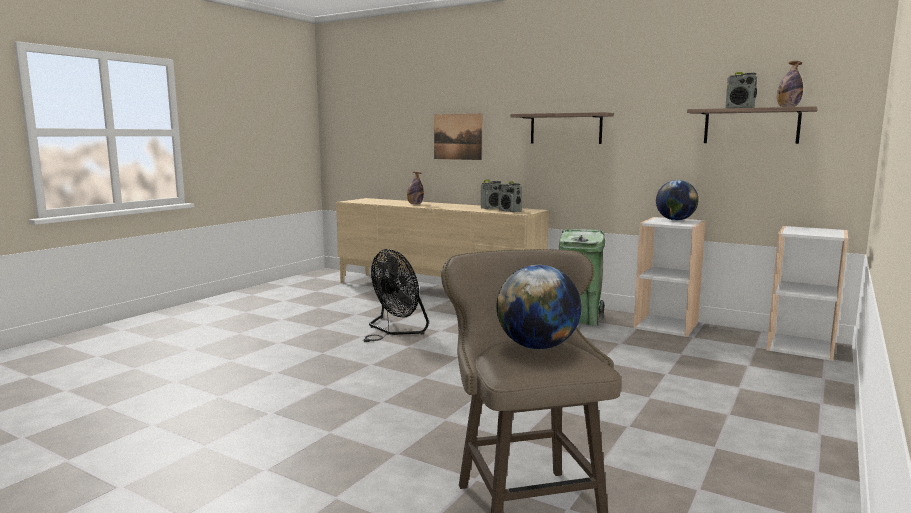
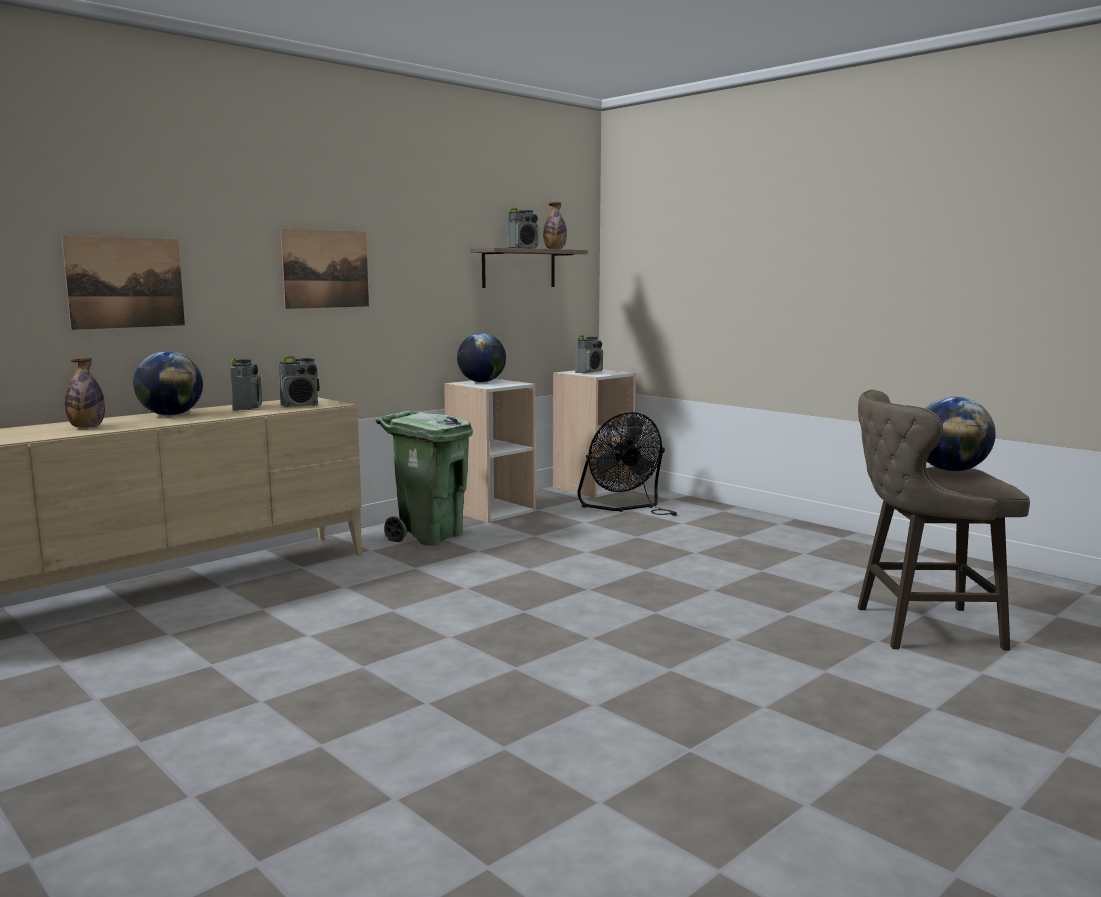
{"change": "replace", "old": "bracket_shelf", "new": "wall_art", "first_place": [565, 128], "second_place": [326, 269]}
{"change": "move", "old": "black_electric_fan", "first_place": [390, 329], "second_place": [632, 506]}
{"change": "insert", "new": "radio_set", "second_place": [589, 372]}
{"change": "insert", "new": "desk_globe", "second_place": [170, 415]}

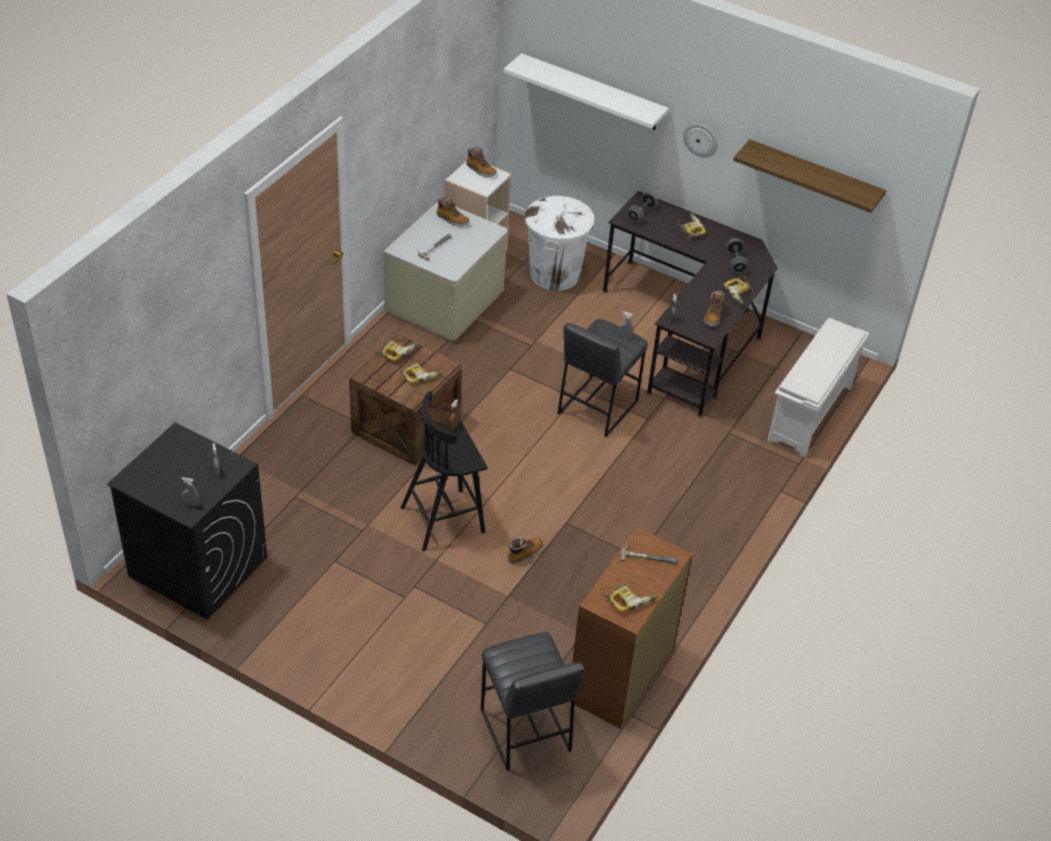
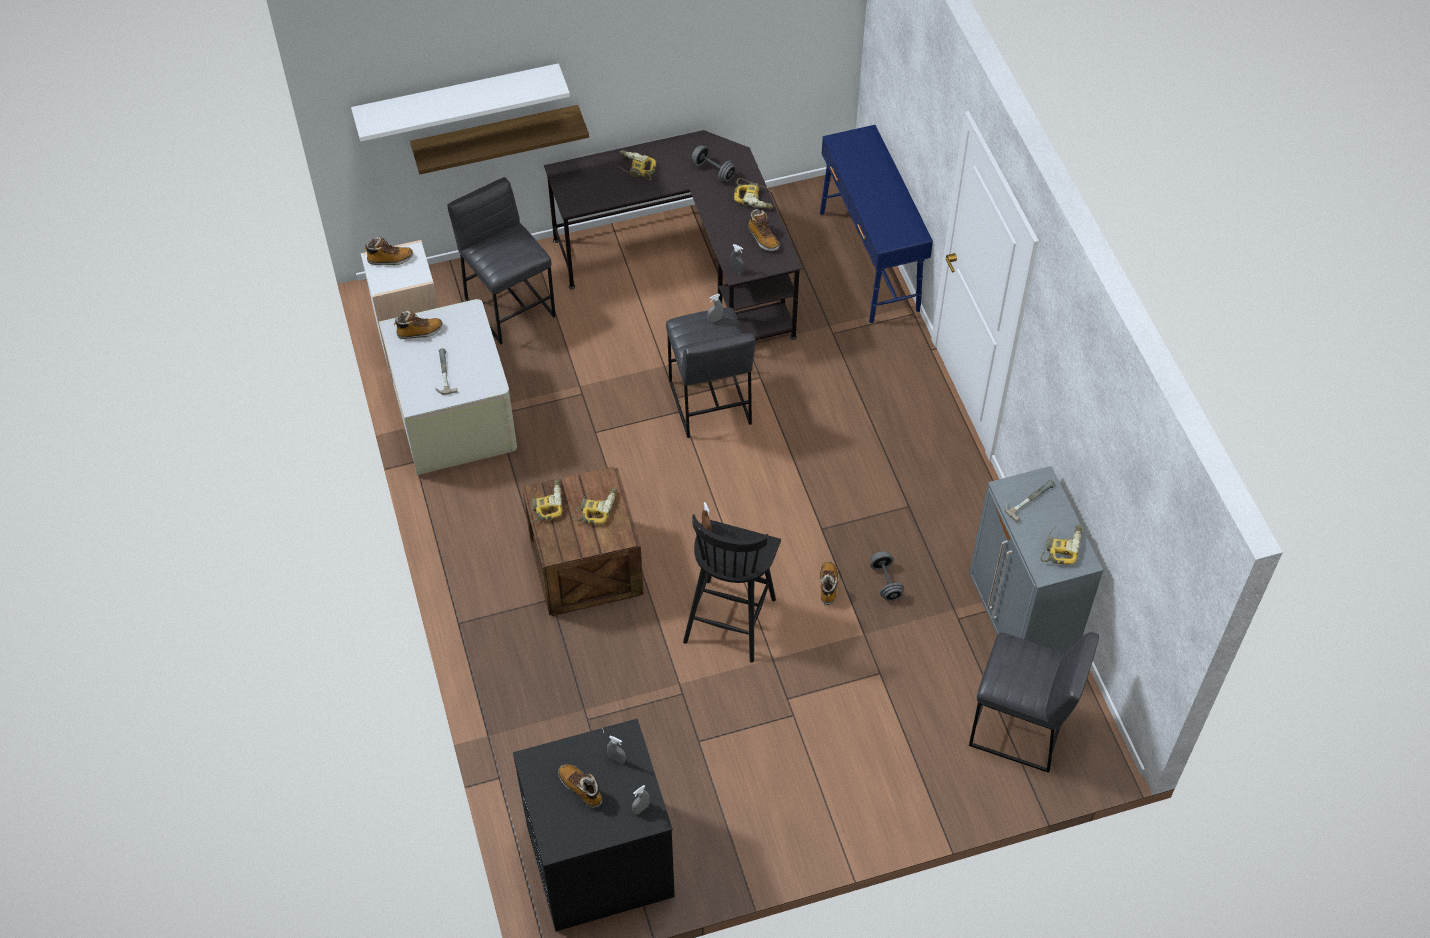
{"change": "delete", "old": "hanging_clock", "first_place": [701, 139]}
{"change": "move", "old": "bracket_shelf", "first_place": [814, 177], "second_place": [496, 135]}
{"change": "move", "old": "grey_hand_weight", "first_place": [641, 214], "second_place": [886, 582]}
{"change": "replace", "old": "white_waste_bin", "new": "grey_stool_seat", "first_place": [555, 274], "second_place": [509, 306]}
{"change": "replace", "old": "white_shoe_stand", "new": "bluish_hall_table", "first_place": [810, 414], "second_place": [868, 261]}
{"change": "recolor", "old": "brown-coloured_cupboard", "new": "grey_cupboard", "first_place": [620, 675], "second_place": [1021, 615]}
{"change": "insert", "new": "tall_boot", "second_place": [581, 788]}

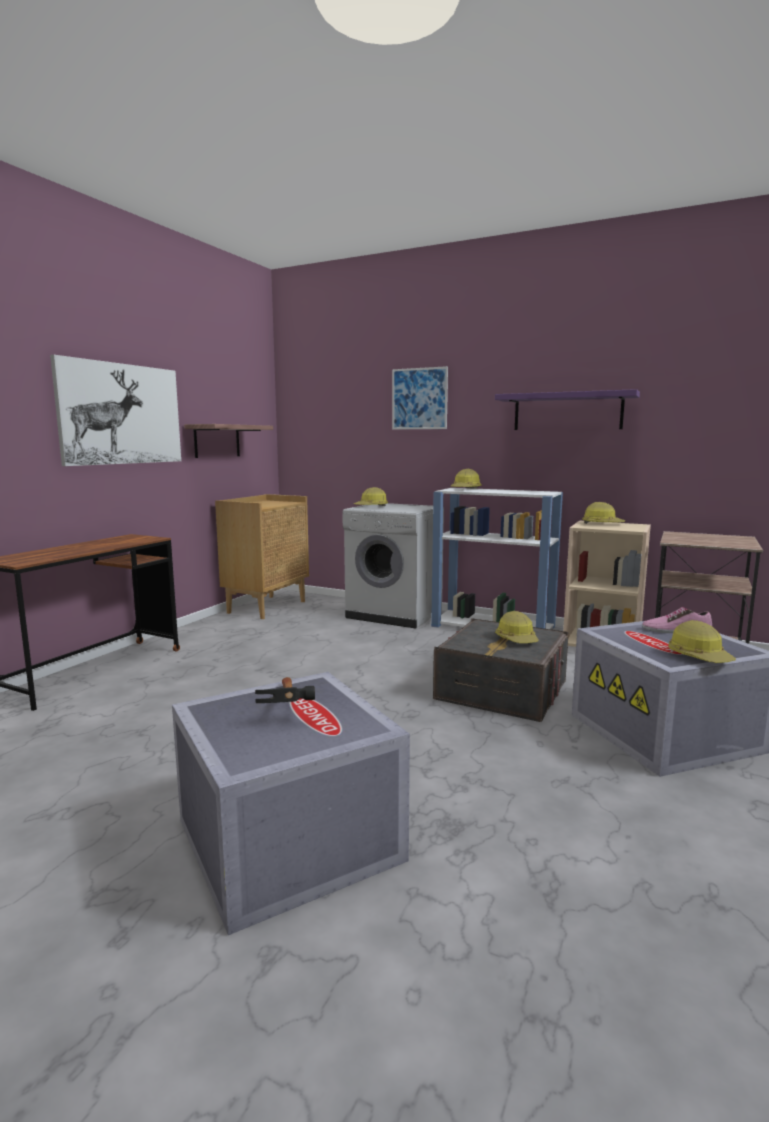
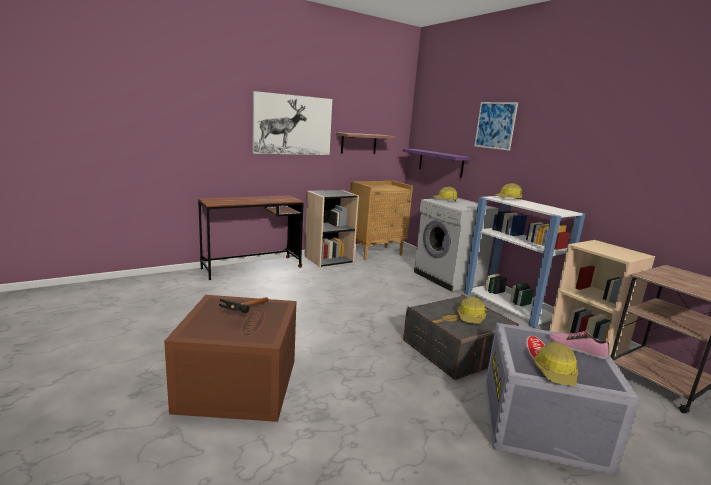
{"change": "move", "old": "purple-coloured_bracket_shelf", "first_place": [567, 412], "second_place": [440, 162]}
{"change": "delete", "old": "hard_hat", "first_place": [602, 524]}
{"change": "recolor", "old": "grey_storage_bin", "new": "brown-coloured_storage_bin", "first_place": [285, 839], "second_place": [237, 383]}
{"change": "insert", "new": "black_bookcase", "second_place": [329, 259]}

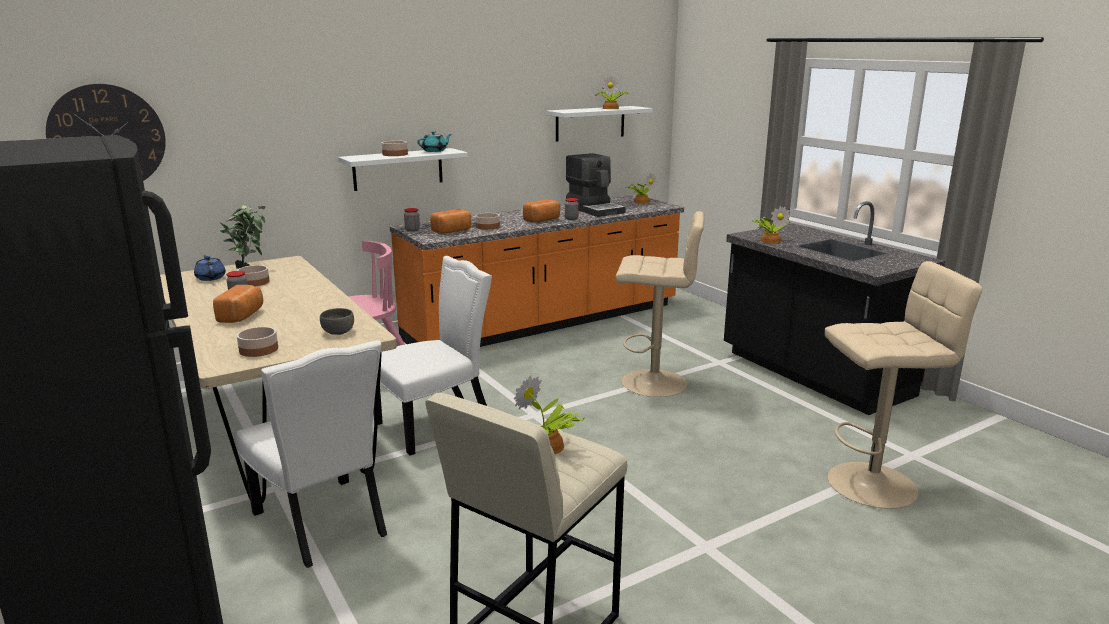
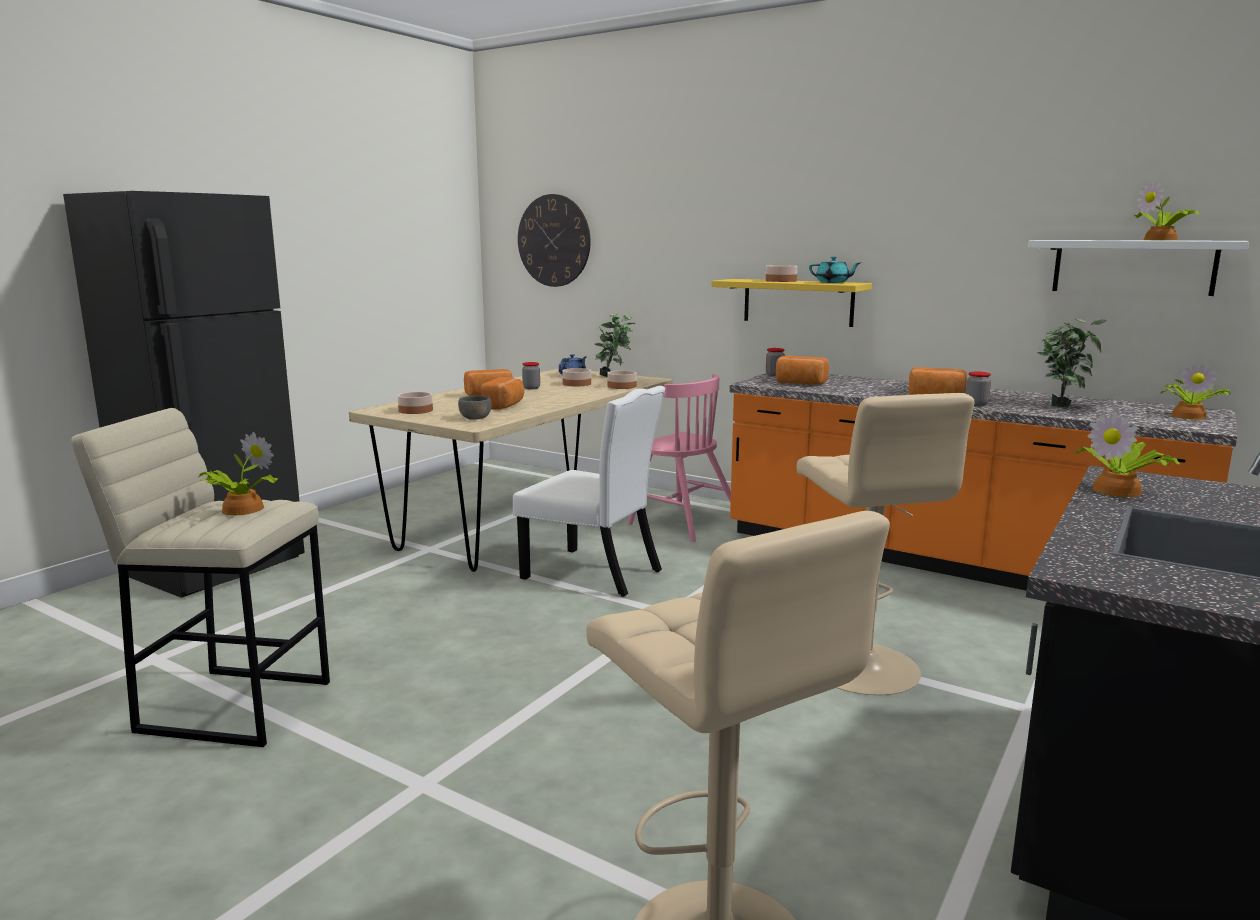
{"change": "recolor", "old": "white_bracket_shelf", "new": "yellow-coloured_bracket_shelf", "first_place": [398, 169], "second_place": [798, 302]}
{"change": "replace", "old": "coffee_maker", "new": "houseplant", "first_place": [595, 209], "second_place": [1062, 406]}
{"change": "move", "old": "serving_bowl", "first_place": [487, 226], "second_place": [621, 386]}
{"change": "delete", "old": "white_chair", "first_place": [321, 521]}
{"change": "insert", "new": "bakery_bread", "second_place": [504, 406]}

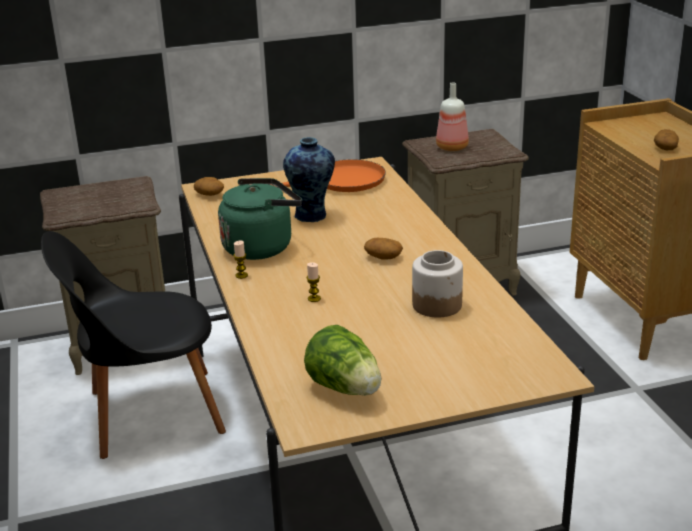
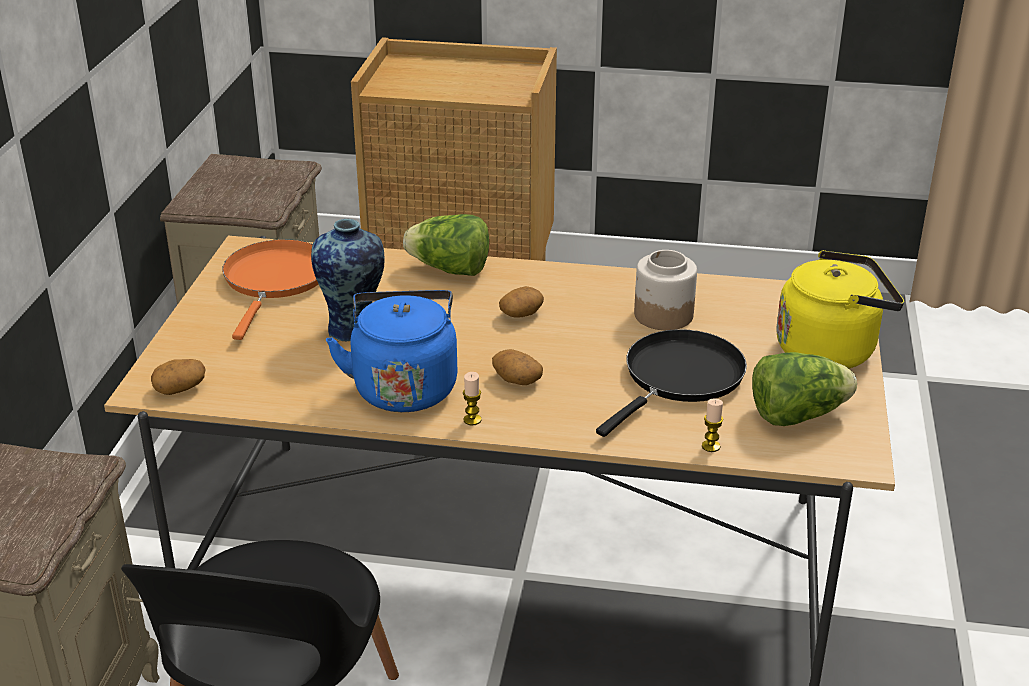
{"change": "delete", "old": "bottle", "first_place": [452, 147]}
{"change": "move", "old": "spud", "first_place": [665, 148], "second_place": [516, 379]}
{"change": "recolor", "old": "greenish_kettle", "new": "bluish_kettle", "first_place": [261, 247], "second_place": [404, 386]}
{"change": "move", "old": "wax_candle", "first_place": [314, 298], "second_place": [710, 446]}
{"change": "insert", "new": "head_of_lettuce", "second_place": [450, 270]}
{"change": "insert", "new": "yellow-coloured_kettle", "second_place": [831, 350]}
{"change": "insert", "new": "black_frying_pan", "second_place": [679, 378]}

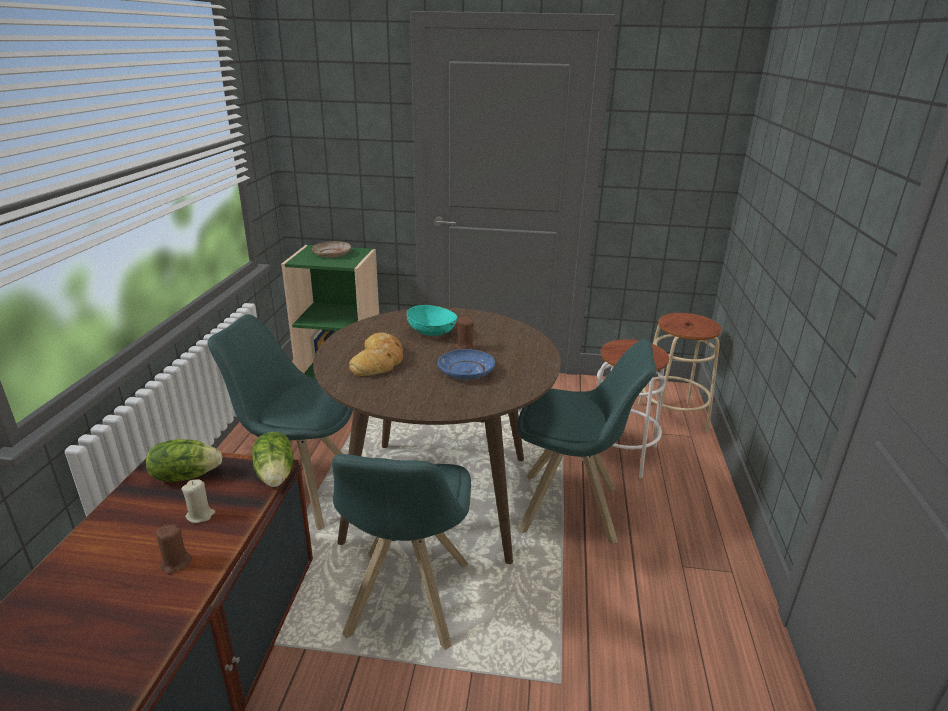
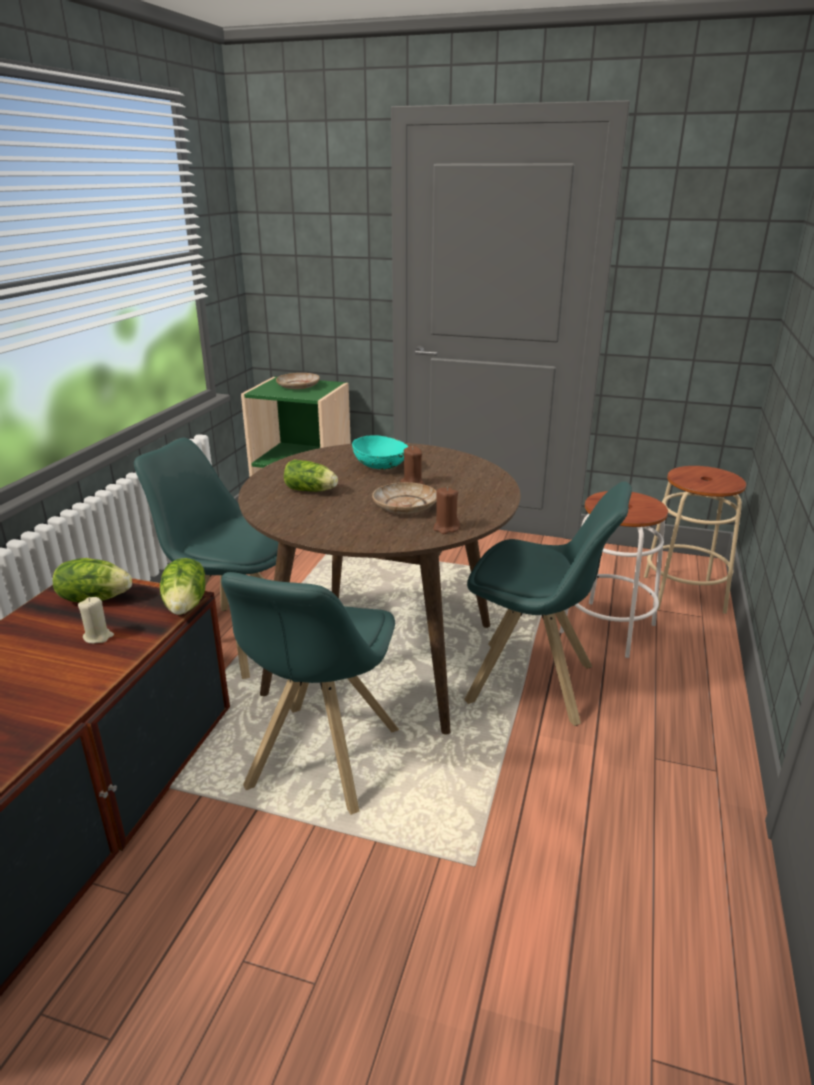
{"change": "replace", "old": "bakery_bread", "new": "head_of_lettuce", "first_place": [379, 360], "second_place": [312, 490]}
{"change": "recolor", "old": "bluish_dinner_plate", "new": "sand-coloured_dinner_plate", "first_place": [466, 371], "second_place": [404, 506]}
{"change": "move", "old": "brown-coloured_wax_candle", "first_place": [176, 563], "second_place": [446, 528]}

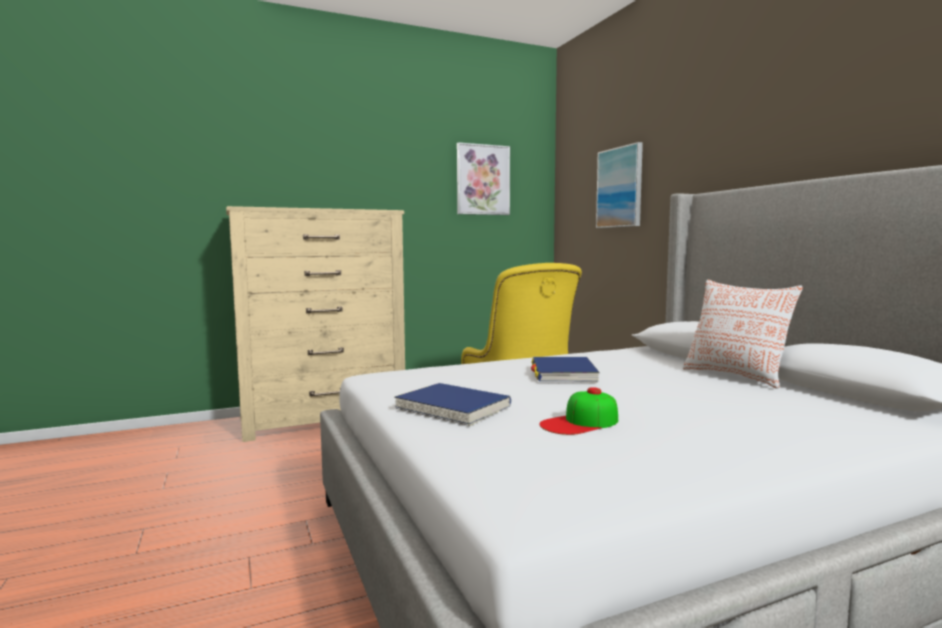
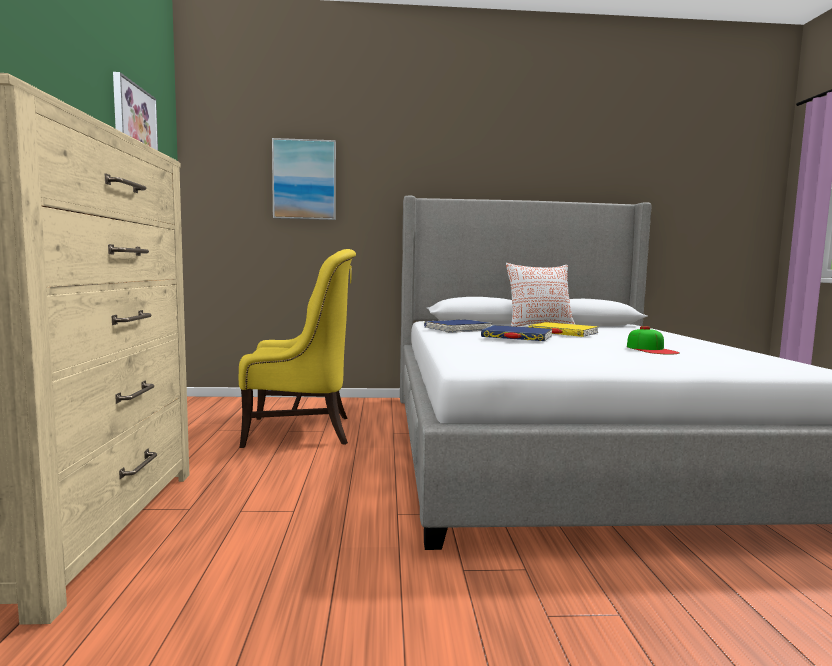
{"change": "move", "old": "bluish_book", "first_place": [453, 408], "second_place": [458, 329]}
{"change": "insert", "new": "yellow-coloured_book", "second_place": [563, 333]}

